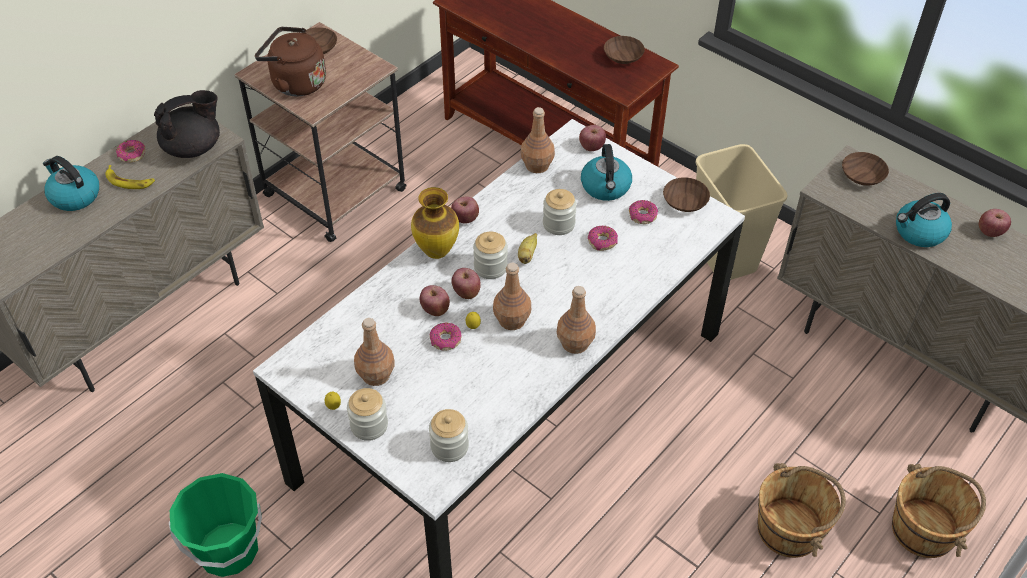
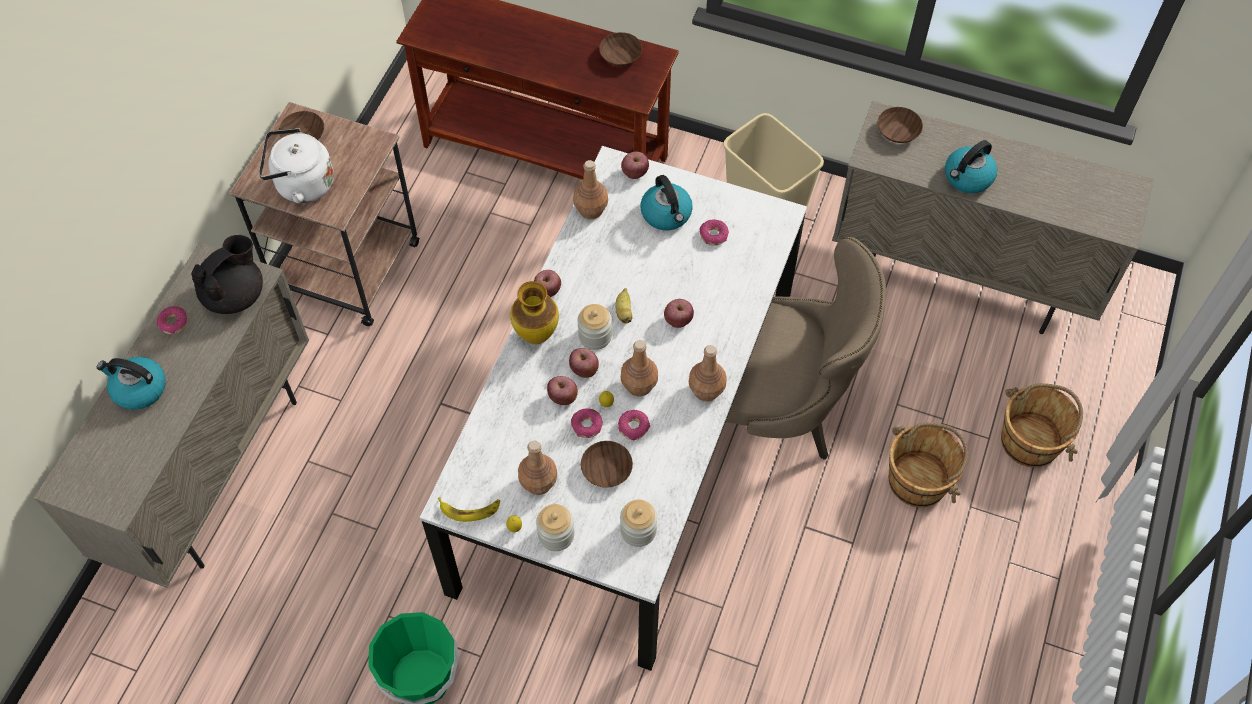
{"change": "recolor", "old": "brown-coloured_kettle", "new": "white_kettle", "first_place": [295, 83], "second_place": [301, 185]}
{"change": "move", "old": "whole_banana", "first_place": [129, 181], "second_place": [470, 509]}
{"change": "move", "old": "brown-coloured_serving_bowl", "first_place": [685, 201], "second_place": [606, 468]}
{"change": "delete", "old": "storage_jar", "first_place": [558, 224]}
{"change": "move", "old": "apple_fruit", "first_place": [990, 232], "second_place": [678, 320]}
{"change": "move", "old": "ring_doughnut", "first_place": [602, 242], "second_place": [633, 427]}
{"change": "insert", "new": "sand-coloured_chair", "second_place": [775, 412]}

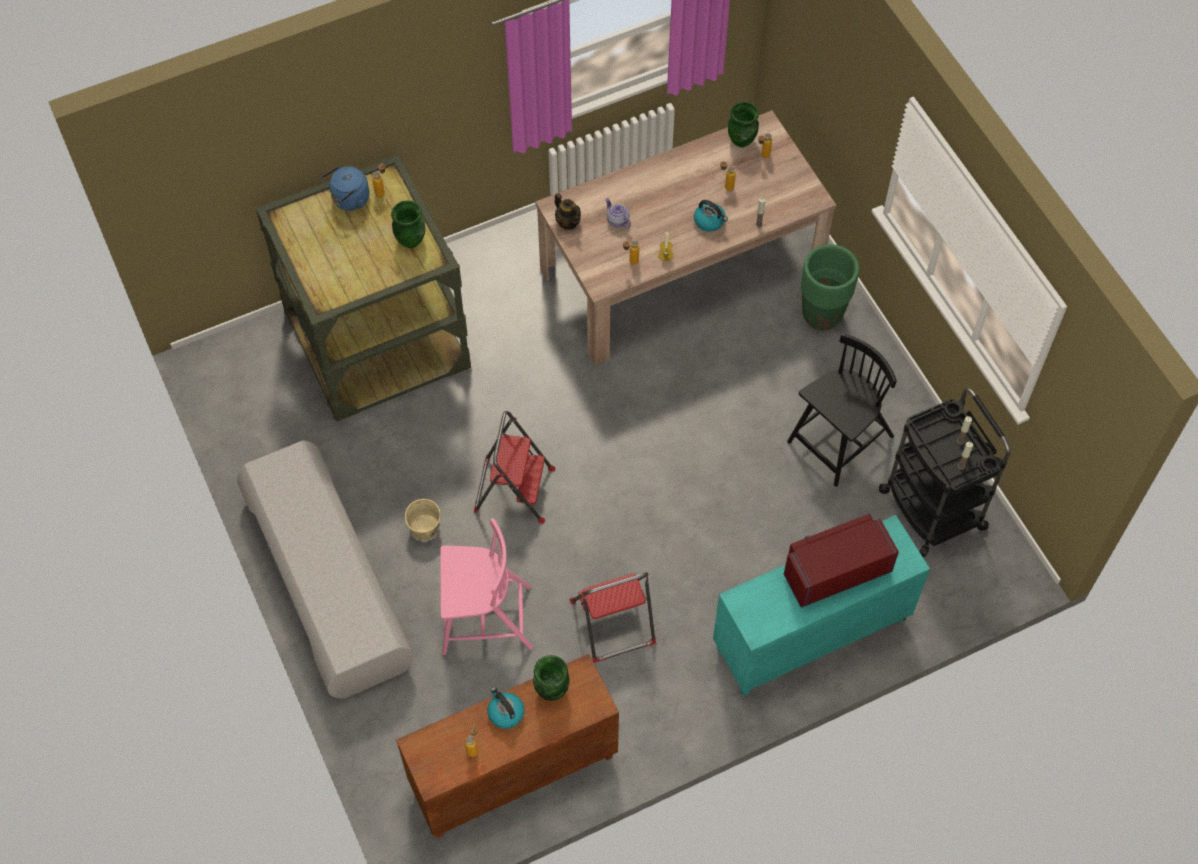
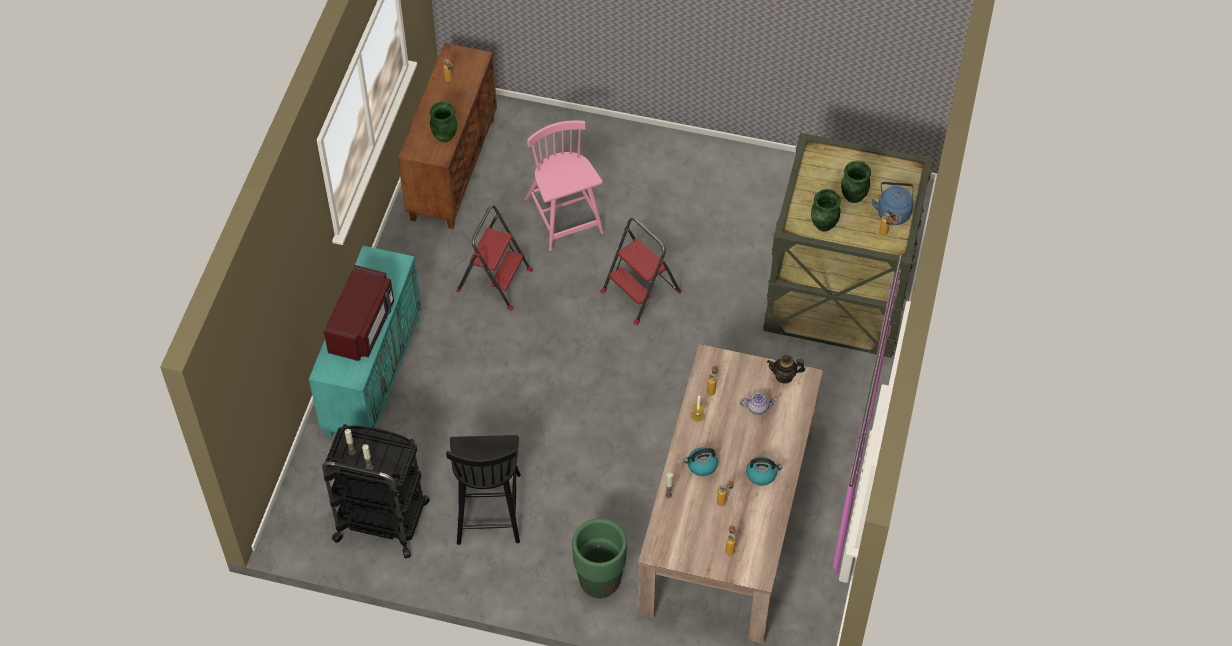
{"change": "move", "old": "greenish_decorative_vase", "first_place": [742, 140], "second_place": [853, 197]}
{"change": "delete", "old": "grey_long_seat", "first_place": [327, 580]}
{"change": "delete", "old": "sand-coloured_pail", "first_place": [425, 527]}
{"change": "rotate", "old": "pinkish_chair", "first_place": [484, 619], "second_place": [564, 217], "degrees": 120}
{"change": "move", "old": "kettle", "first_place": [505, 712], "second_place": [762, 474]}

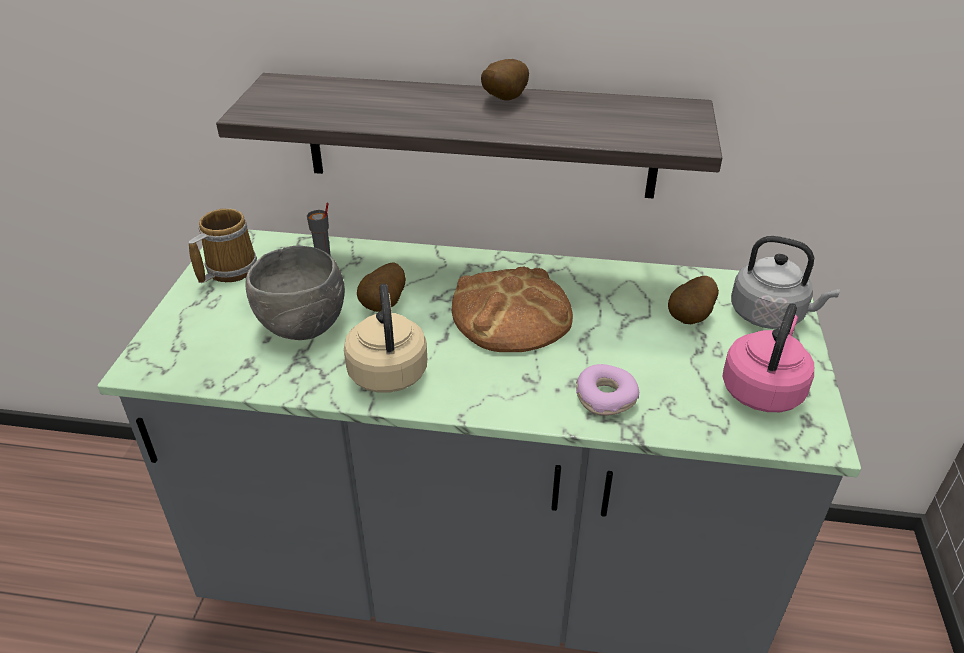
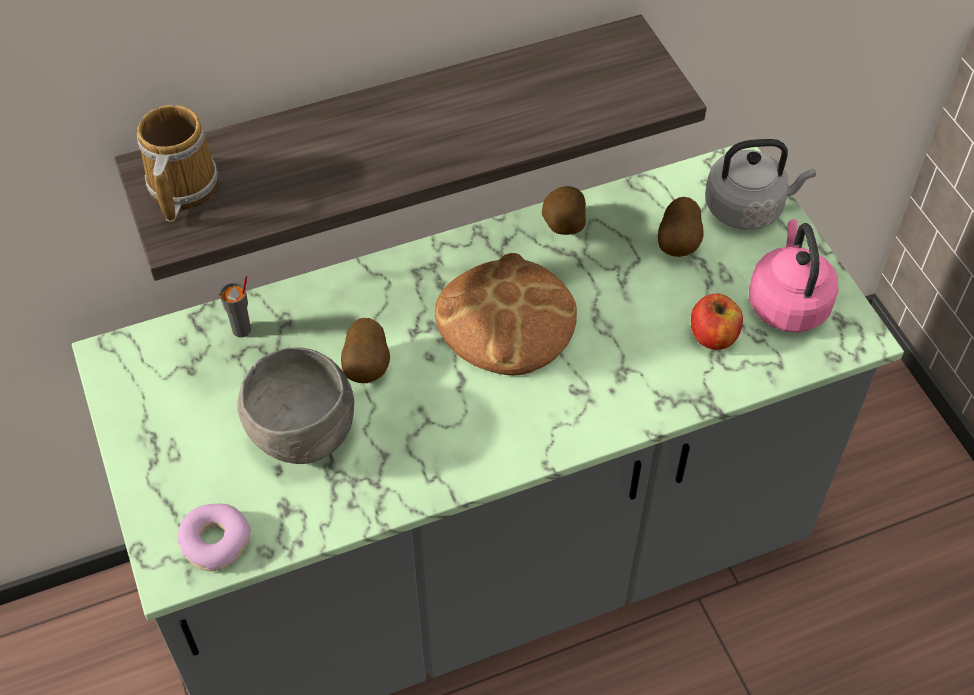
{"change": "move", "old": "spud", "first_place": [502, 100], "second_place": [562, 227]}
{"change": "move", "old": "mug", "first_place": [228, 270], "second_place": [179, 189]}
{"change": "delete", "old": "sand-coloured_kettle", "first_place": [387, 370]}
{"change": "move", "old": "ring_doughnut", "first_place": [605, 397], "second_place": [215, 541]}
{"change": "insert", "new": "apple_fruit", "second_place": [713, 336]}

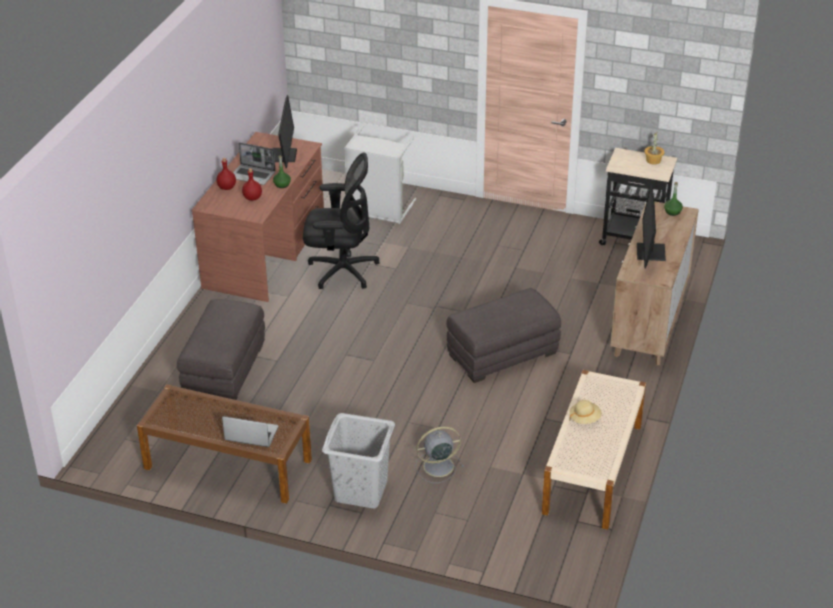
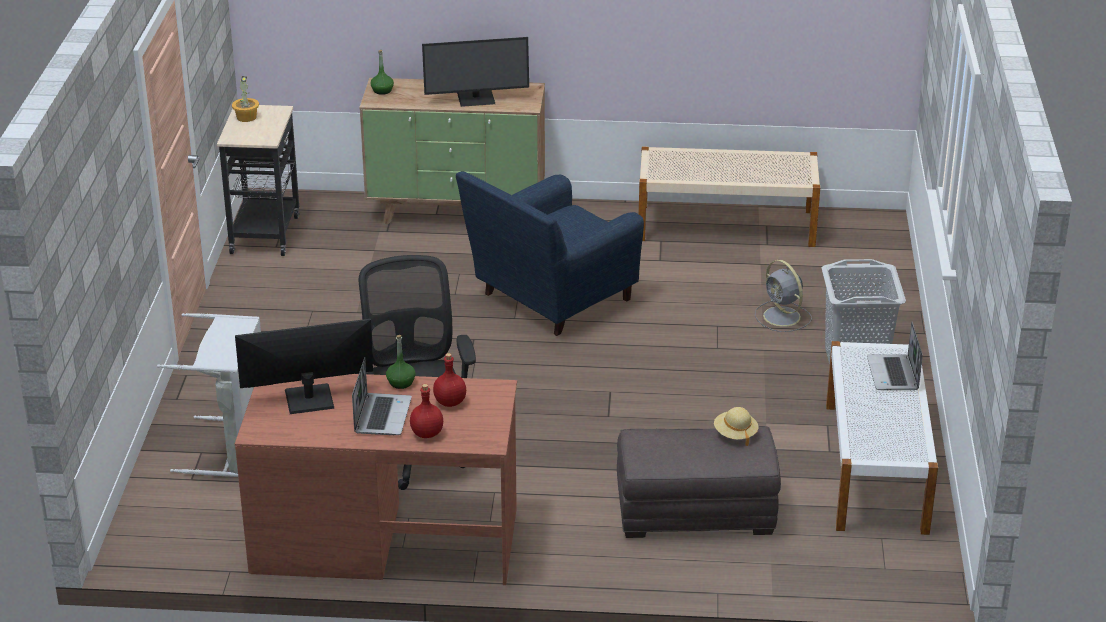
{"change": "replace", "old": "grey_footrest", "new": "bluish_armchair", "first_place": [502, 354], "second_place": [552, 300]}
{"change": "recolor", "old": "brown-coloured_long_seat", "new": "white_long_seat", "first_place": [227, 465], "second_place": [876, 467]}
{"change": "move", "old": "sand-coloured_clothing_hat", "first_place": [584, 419], "second_place": [735, 434]}

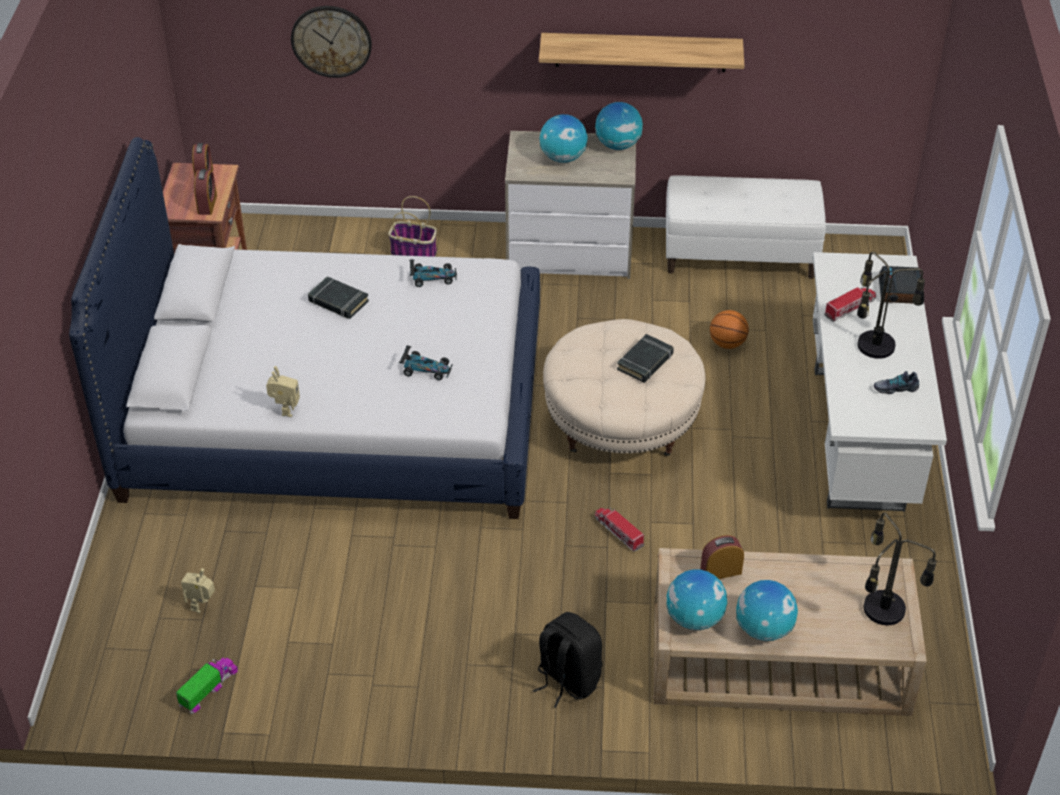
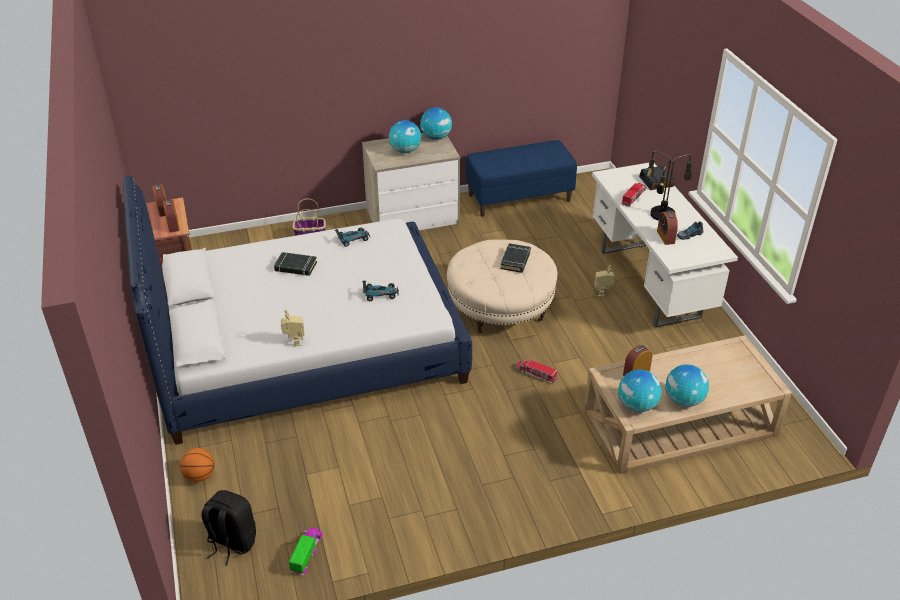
{"change": "delete", "old": "hanging_clock", "first_place": [331, 41]}
{"change": "delete", "old": "bracket_shelf", "first_place": [640, 52]}
{"change": "recolor", "old": "white_long_seat", "new": "bluish_long_seat", "first_place": [740, 255], "second_place": [519, 197]}
{"change": "move", "old": "basketball_ball", "first_place": [727, 343], "second_place": [199, 476]}
{"change": "delete", "old": "tabletop_lamp", "first_place": [883, 609]}
{"change": "move", "old": "toy_robot", "first_place": [202, 606], "second_place": [602, 293]}
{"change": "move", "old": "black_rucksack", "first_place": [567, 680], "second_place": [231, 542]}
{"change": "insert", "new": "alarm_clock", "second_place": [665, 237]}

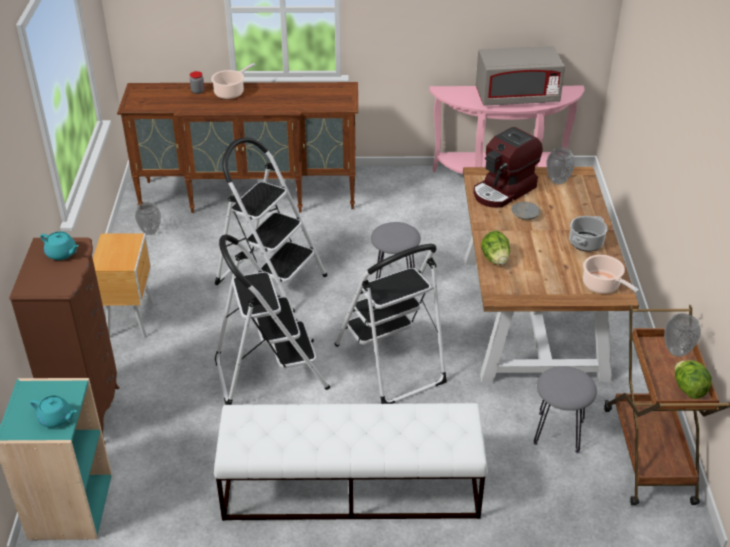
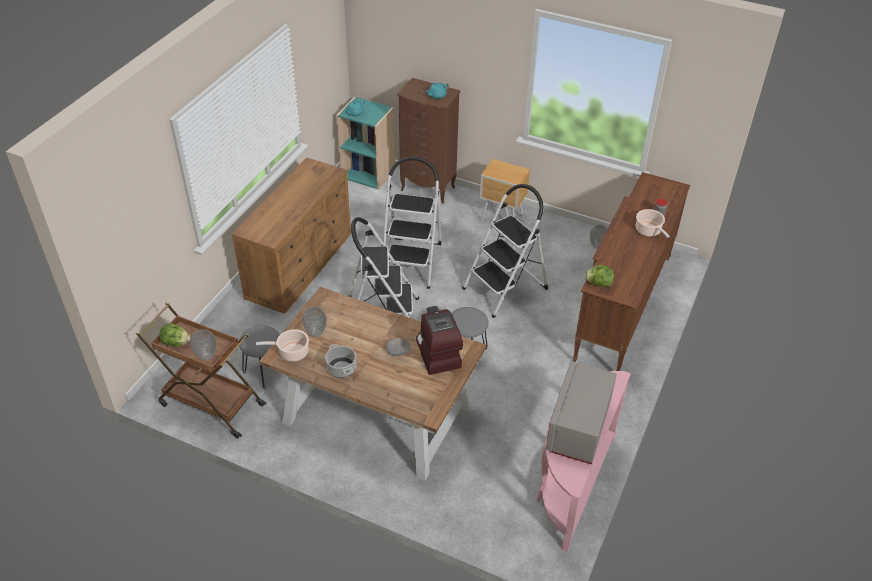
{"change": "move", "old": "decorative_vase", "first_place": [558, 181], "second_place": [316, 333]}
{"change": "move", "old": "head_of_lettuce", "first_place": [495, 259], "second_place": [598, 284]}
{"change": "replace", "old": "white_long_seat", "new": "brown-coloured_chest_of_drawers", "first_place": [350, 488], "second_place": [300, 266]}

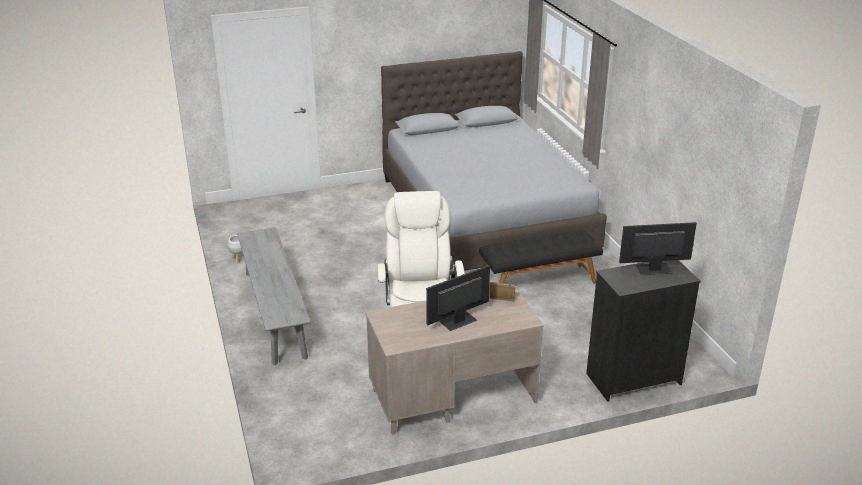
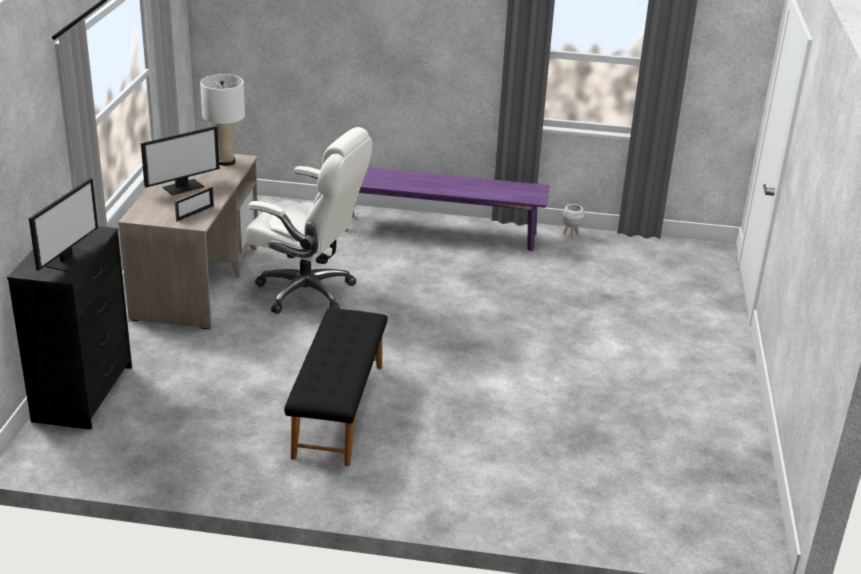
{"change": "delete", "old": "grey_sleeping_bed", "first_place": [485, 215]}
{"change": "recolor", "old": "grey_long_seat", "new": "purple-coloured_long_seat", "first_place": [274, 313], "second_place": [438, 232]}
{"change": "rotate", "old": "computer_screen", "first_place": [458, 321], "second_place": [183, 187], "degrees": 60}
{"change": "insert", "new": "white_tabletop_lamp", "second_place": [225, 162]}

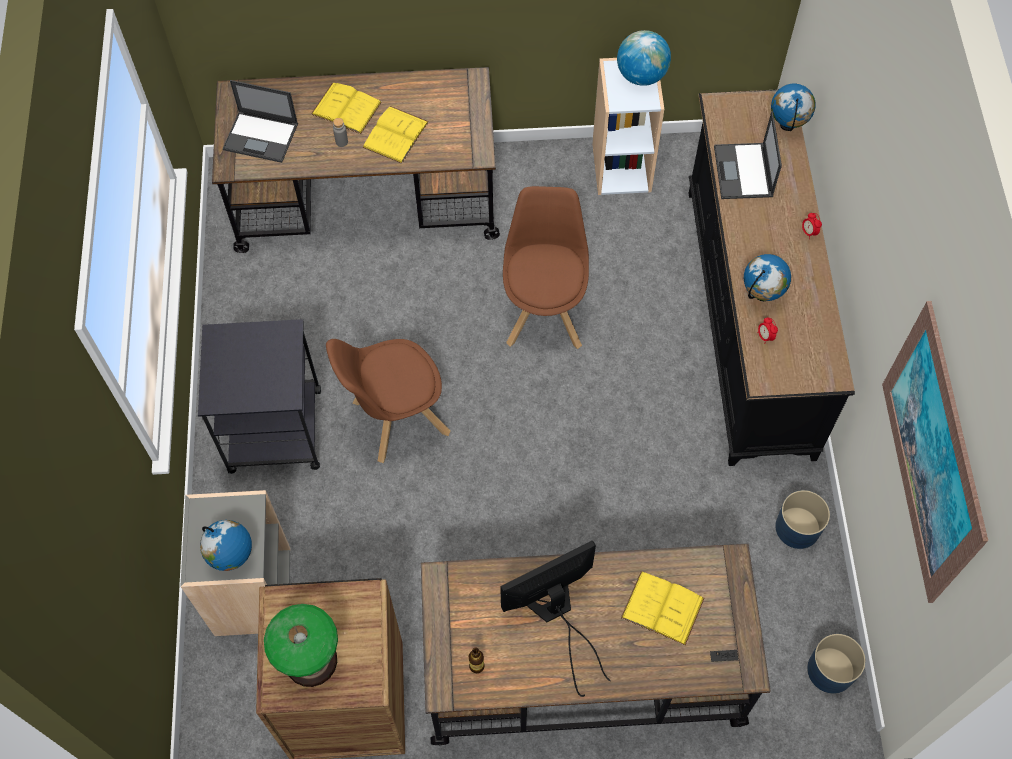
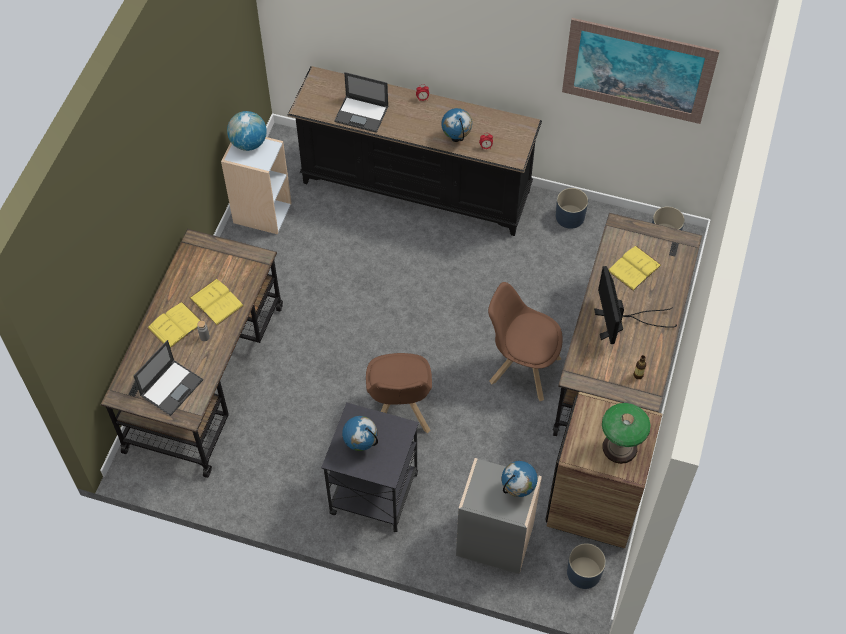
{"change": "move", "old": "desk_globe", "first_place": [787, 126], "second_place": [361, 445]}
{"change": "move", "old": "brown-coloured_chair", "first_place": [544, 310], "second_place": [521, 368]}
{"change": "insert", "new": "bluish_flower_pot", "second_place": [583, 573]}

